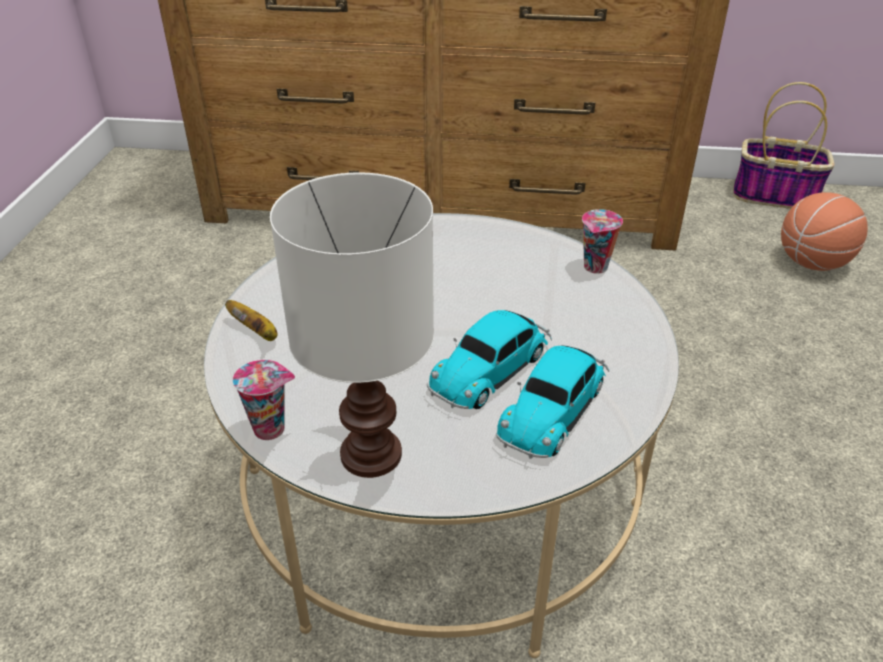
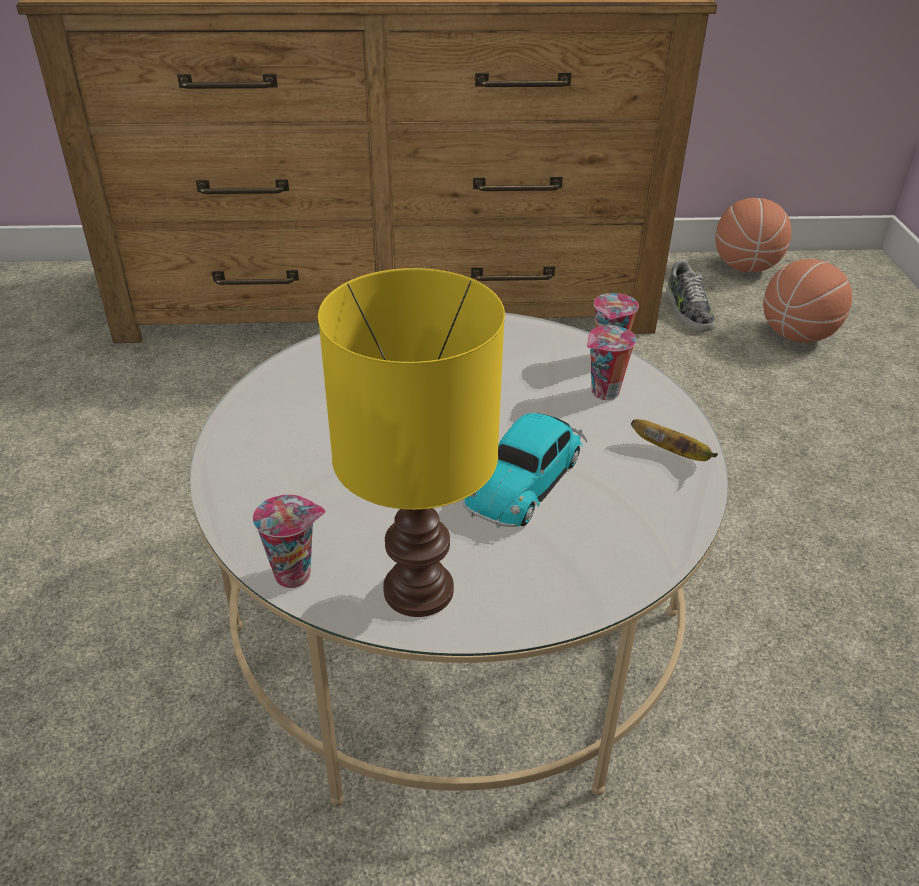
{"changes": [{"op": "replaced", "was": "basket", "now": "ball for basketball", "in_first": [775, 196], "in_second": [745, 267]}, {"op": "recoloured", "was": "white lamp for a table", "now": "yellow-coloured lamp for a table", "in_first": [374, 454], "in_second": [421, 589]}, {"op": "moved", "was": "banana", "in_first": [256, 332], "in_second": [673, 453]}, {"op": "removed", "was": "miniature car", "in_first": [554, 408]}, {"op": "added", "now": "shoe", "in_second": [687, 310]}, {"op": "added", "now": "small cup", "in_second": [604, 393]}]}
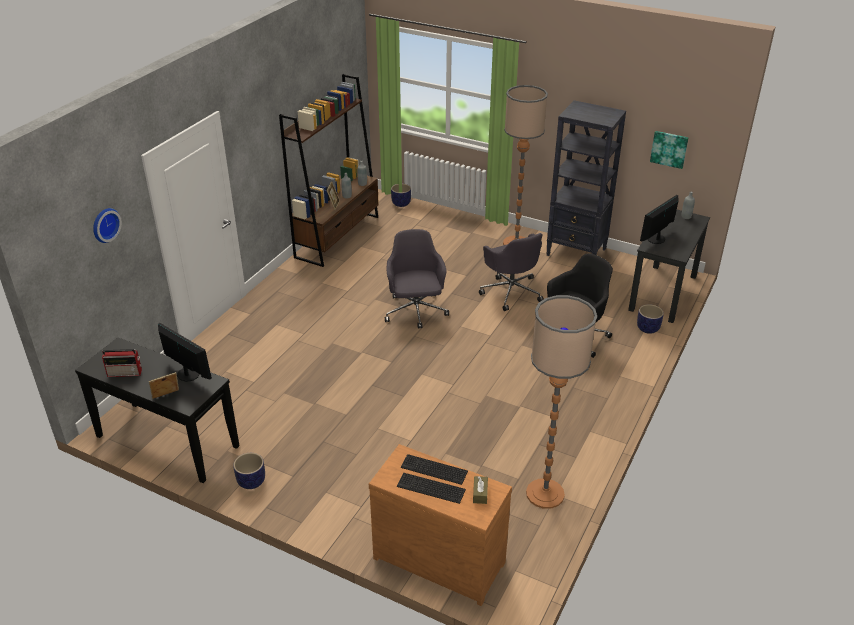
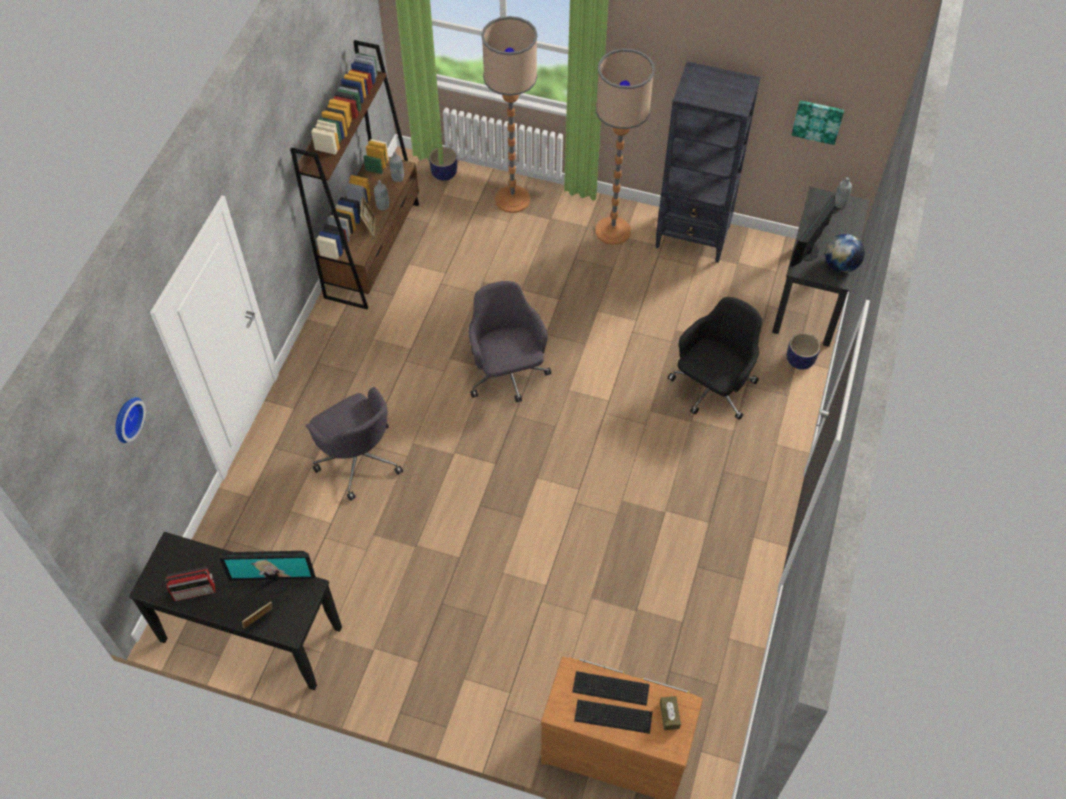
{"changes": [{"op": "moved", "was": "gray desk chair", "in_first": [511, 291], "in_second": [358, 458]}, {"op": "moved", "was": "floor lamp", "in_first": [544, 494], "in_second": [512, 199]}, {"op": "turned", "was": "computer display", "in_first": [187, 374], "in_second": [275, 581], "clockwise": 150}, {"op": "removed", "was": "planter", "in_first": [251, 482]}, {"op": "added", "now": "world globe", "in_second": [840, 265]}]}
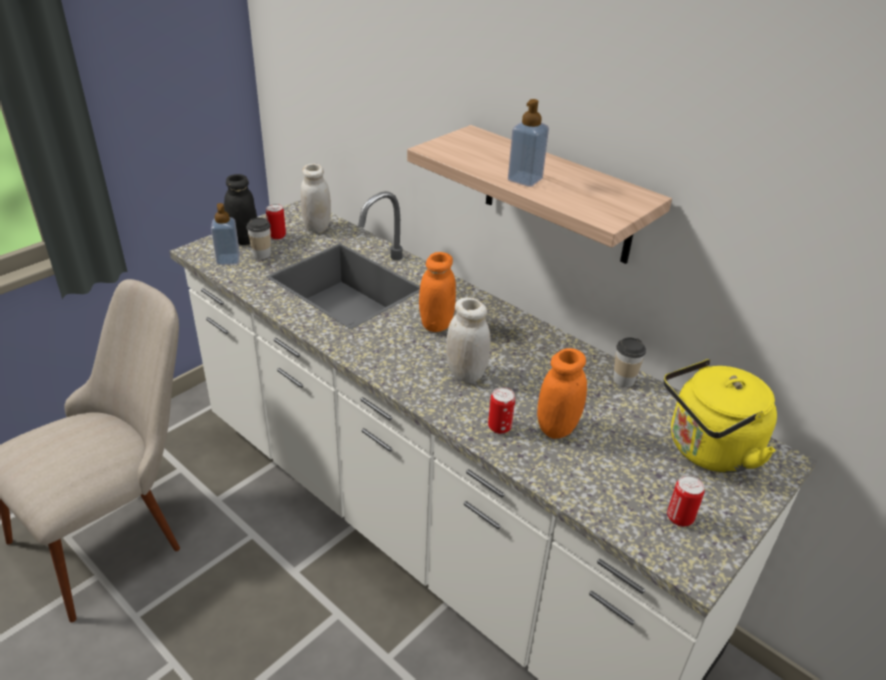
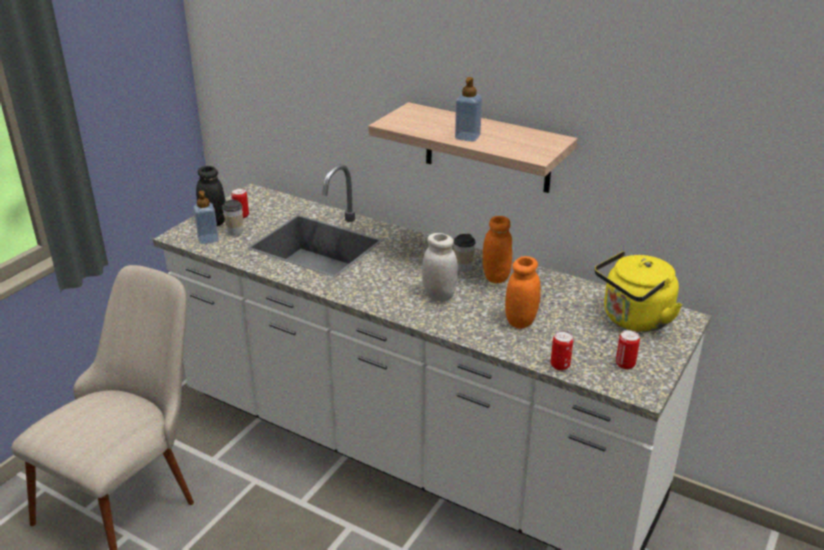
{"changes": [{"op": "removed", "was": "white preserve jar", "in_first": [317, 227]}, {"op": "moved", "was": "orange-coloured preserve jar", "in_first": [436, 324], "in_second": [496, 277]}, {"op": "moved", "was": "small cup", "in_first": [623, 380], "in_second": [463, 268]}, {"op": "moved", "was": "metal can", "in_first": [499, 427], "in_second": [560, 365]}]}
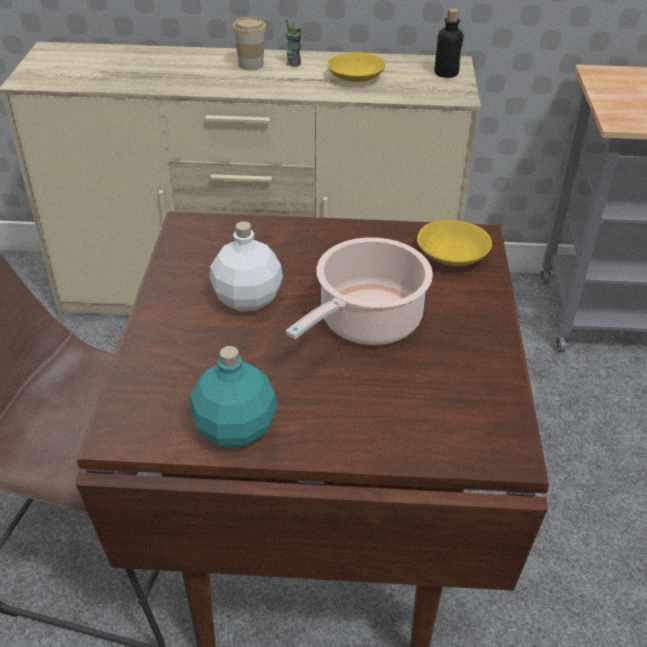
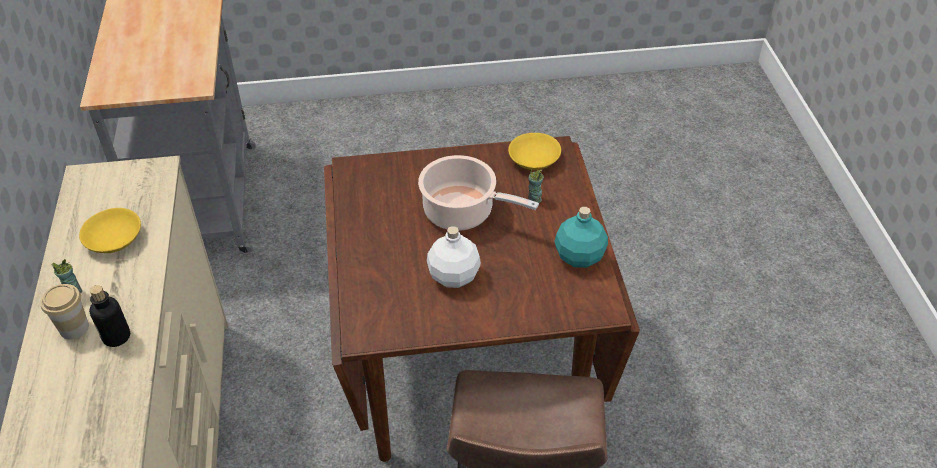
{"changes": [{"op": "moved", "was": "drink bottle", "in_first": [446, 73], "in_second": [116, 337]}, {"op": "moved", "was": "yellow-coloured deep dish", "in_first": [451, 255], "in_second": [533, 160]}, {"op": "added", "now": "small cup", "in_second": [534, 199]}]}
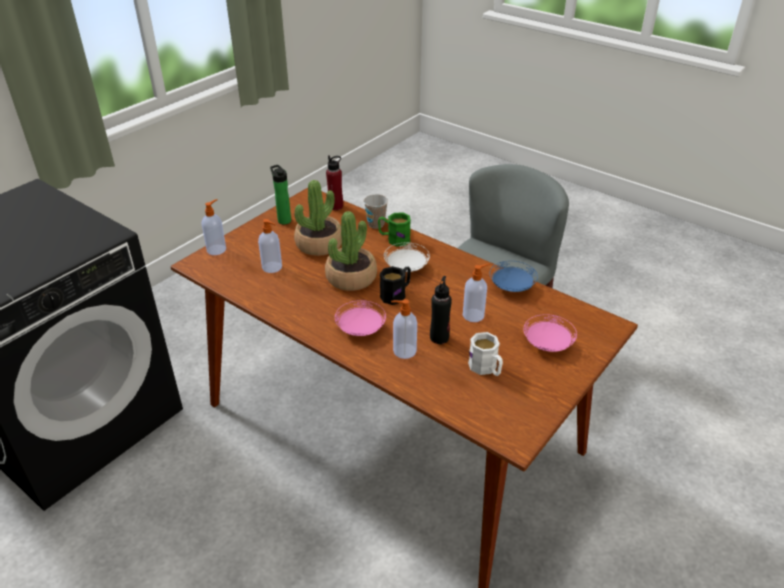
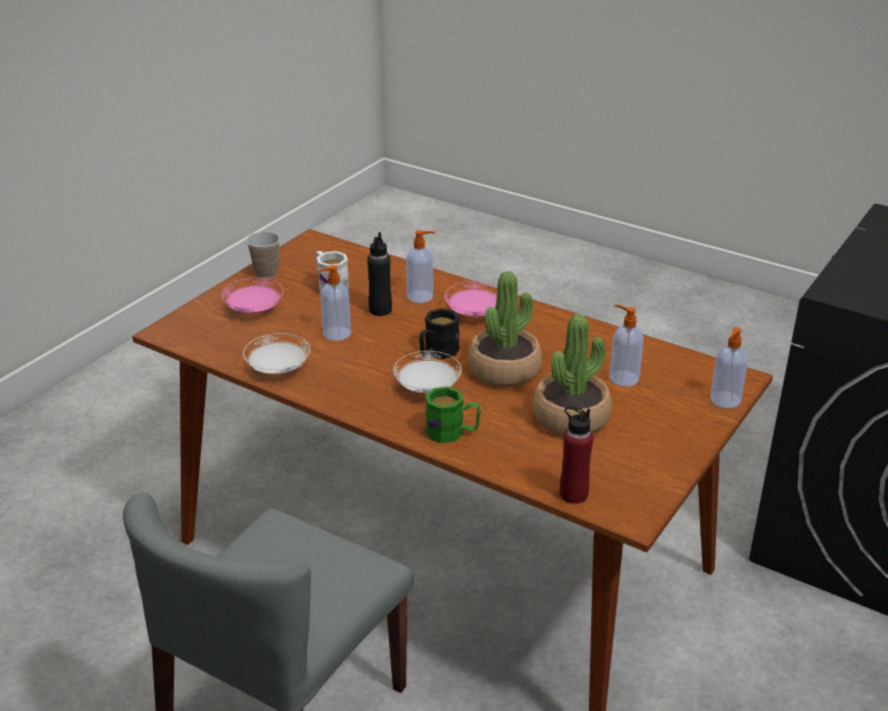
{"changes": [{"op": "removed", "was": "drink bottle", "in_first": [283, 220]}, {"op": "moved", "was": "small cup", "in_first": [376, 224], "in_second": [266, 273]}, {"op": "recoloured", "was": "blue-coloured dinner plate", "now": "white dinner plate", "in_first": [512, 287], "in_second": [277, 369]}]}
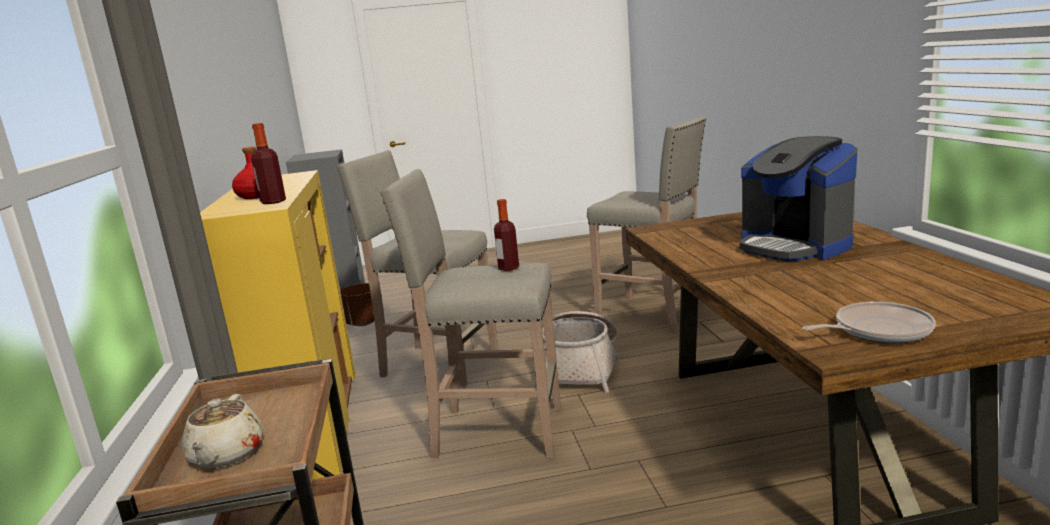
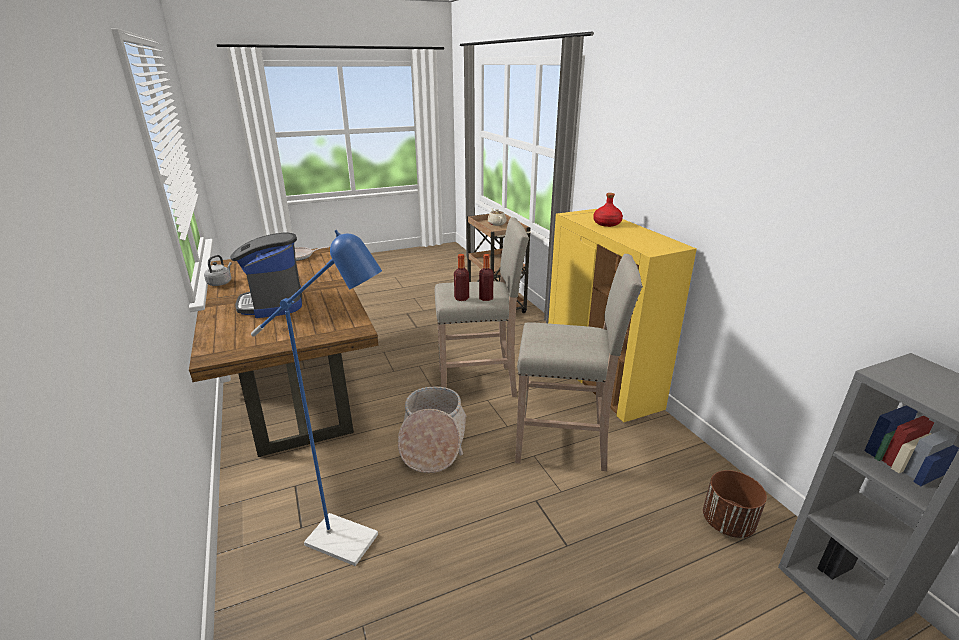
{"changes": [{"op": "replaced", "was": "beige sitting stool", "now": "blue-coloured floor lamp", "in_first": [652, 315], "in_second": [352, 544]}, {"op": "moved", "was": "drink bottle", "in_first": [273, 202], "in_second": [486, 298]}, {"op": "turned", "was": "coffee machine", "in_first": [794, 246], "in_second": [273, 303], "clockwise": -150}, {"op": "added", "now": "gray tea kettle", "in_second": [220, 283]}]}
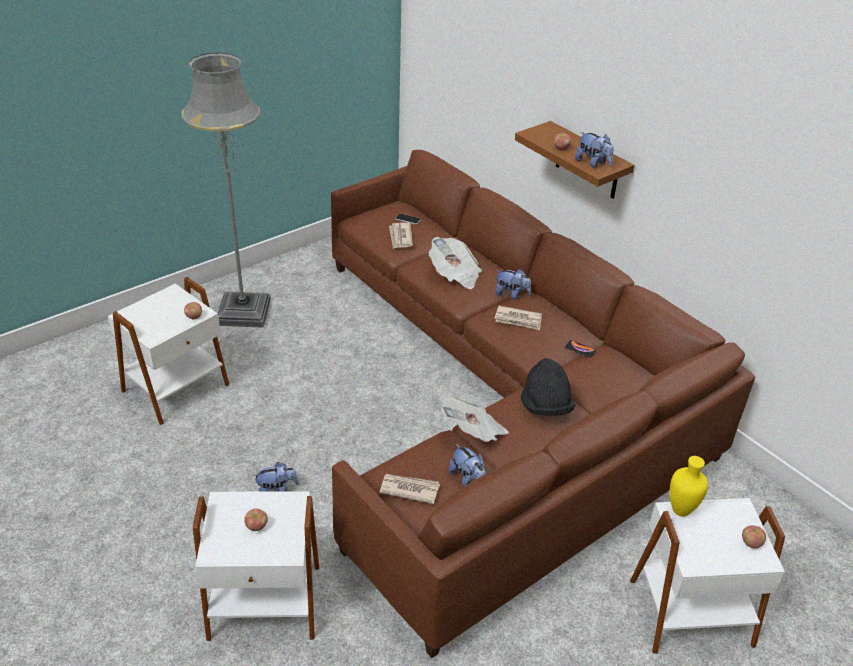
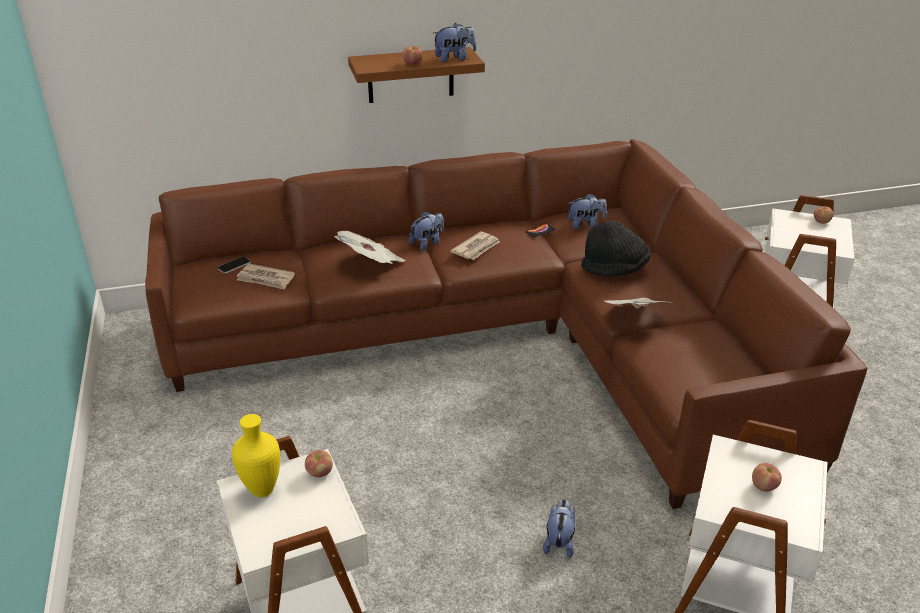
{"changes": [{"op": "removed", "was": "gray floor lamp", "in_first": [243, 312]}, {"op": "moved", "was": "soft toy", "in_first": [468, 480], "in_second": [585, 224]}, {"op": "moved", "was": "yellow-coloured flower vase", "in_first": [680, 509], "in_second": [261, 490]}, {"op": "removed", "was": "daily paper", "in_first": [409, 489]}]}
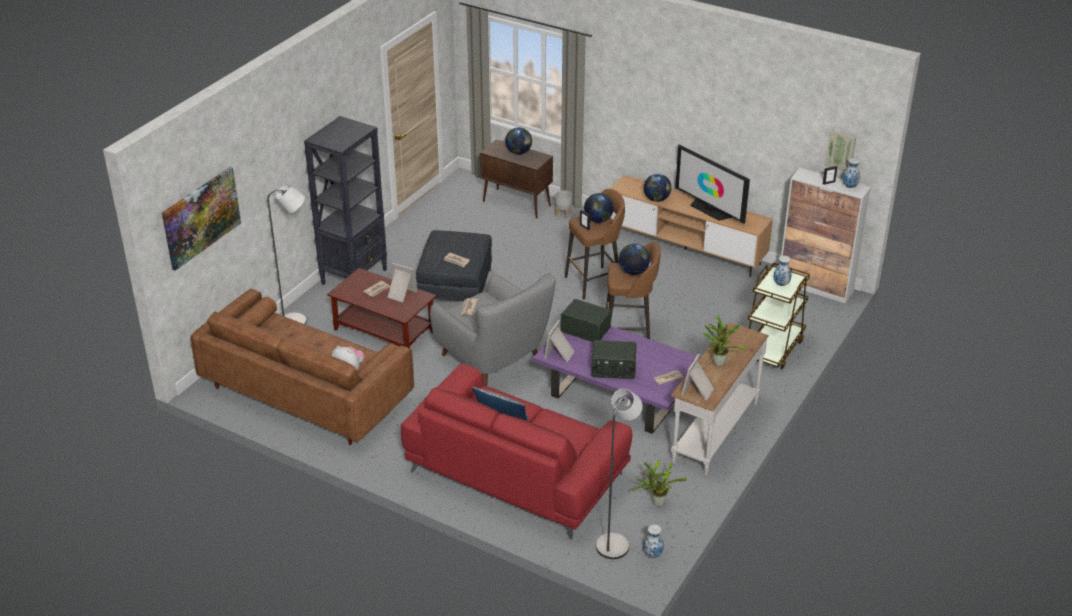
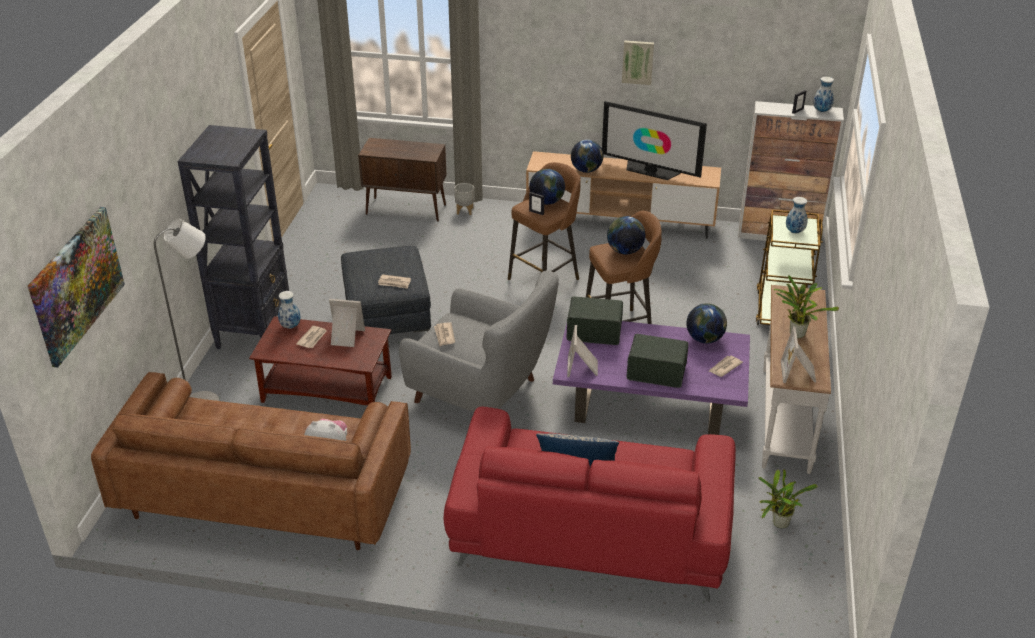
{"changes": [{"op": "moved", "was": "world globe", "in_first": [519, 152], "in_second": [705, 339]}, {"op": "moved", "was": "wall art", "in_first": [841, 150], "in_second": [637, 62]}, {"op": "turned", "was": "radio", "in_first": [613, 369], "in_second": [656, 371], "clockwise": -150}, {"op": "removed", "was": "gray floor lamp", "in_first": [615, 542]}, {"op": "moved", "was": "flower vase", "in_first": [653, 555], "in_second": [291, 326]}]}
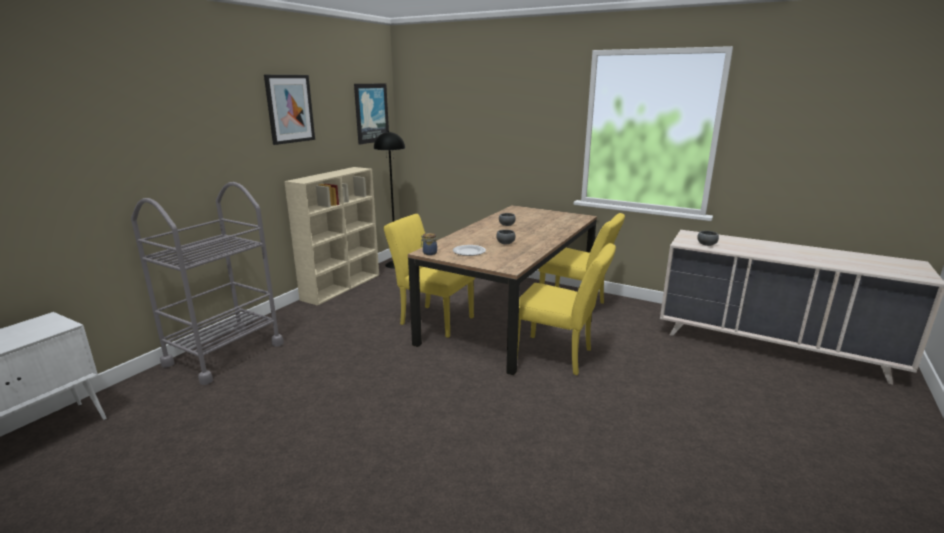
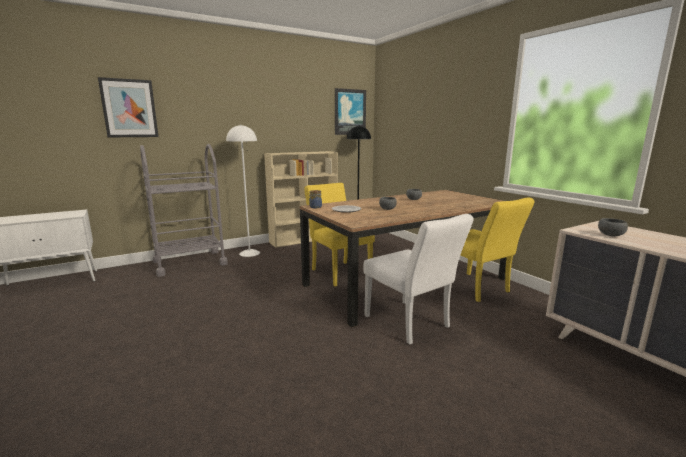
{"changes": [{"op": "moved", "was": "wall art", "in_first": [289, 109], "in_second": [129, 108]}, {"op": "recoloured", "was": "yellow-coloured chair", "now": "white chair", "in_first": [559, 356], "in_second": [411, 324]}, {"op": "added", "now": "white floor lamp", "in_second": [249, 253]}]}
